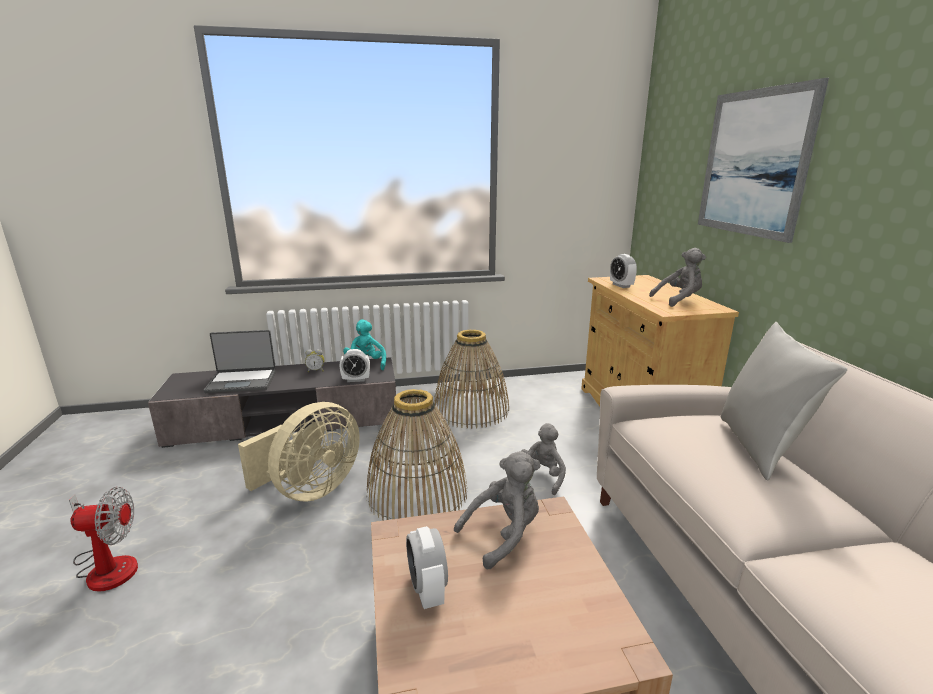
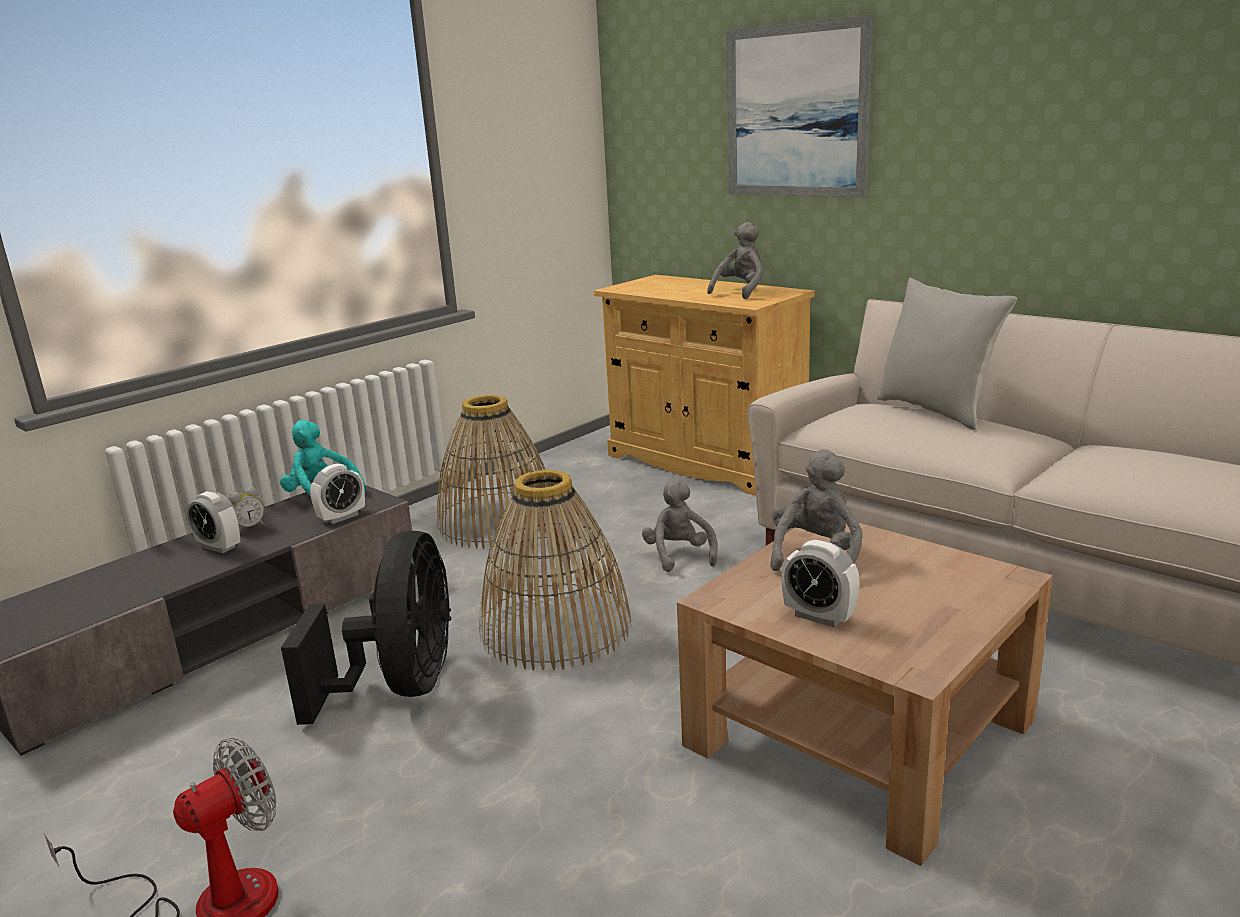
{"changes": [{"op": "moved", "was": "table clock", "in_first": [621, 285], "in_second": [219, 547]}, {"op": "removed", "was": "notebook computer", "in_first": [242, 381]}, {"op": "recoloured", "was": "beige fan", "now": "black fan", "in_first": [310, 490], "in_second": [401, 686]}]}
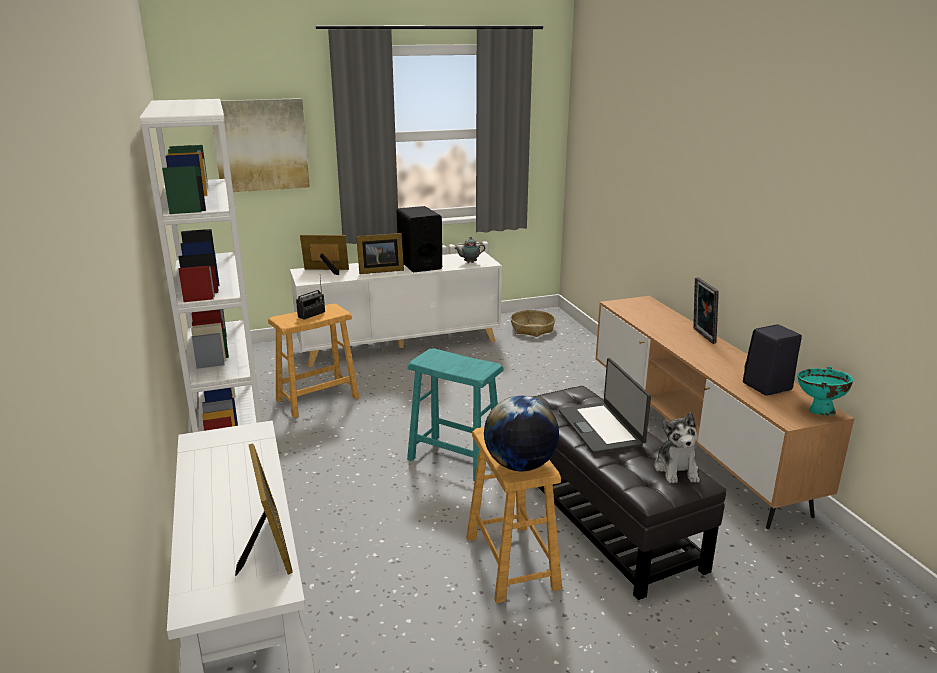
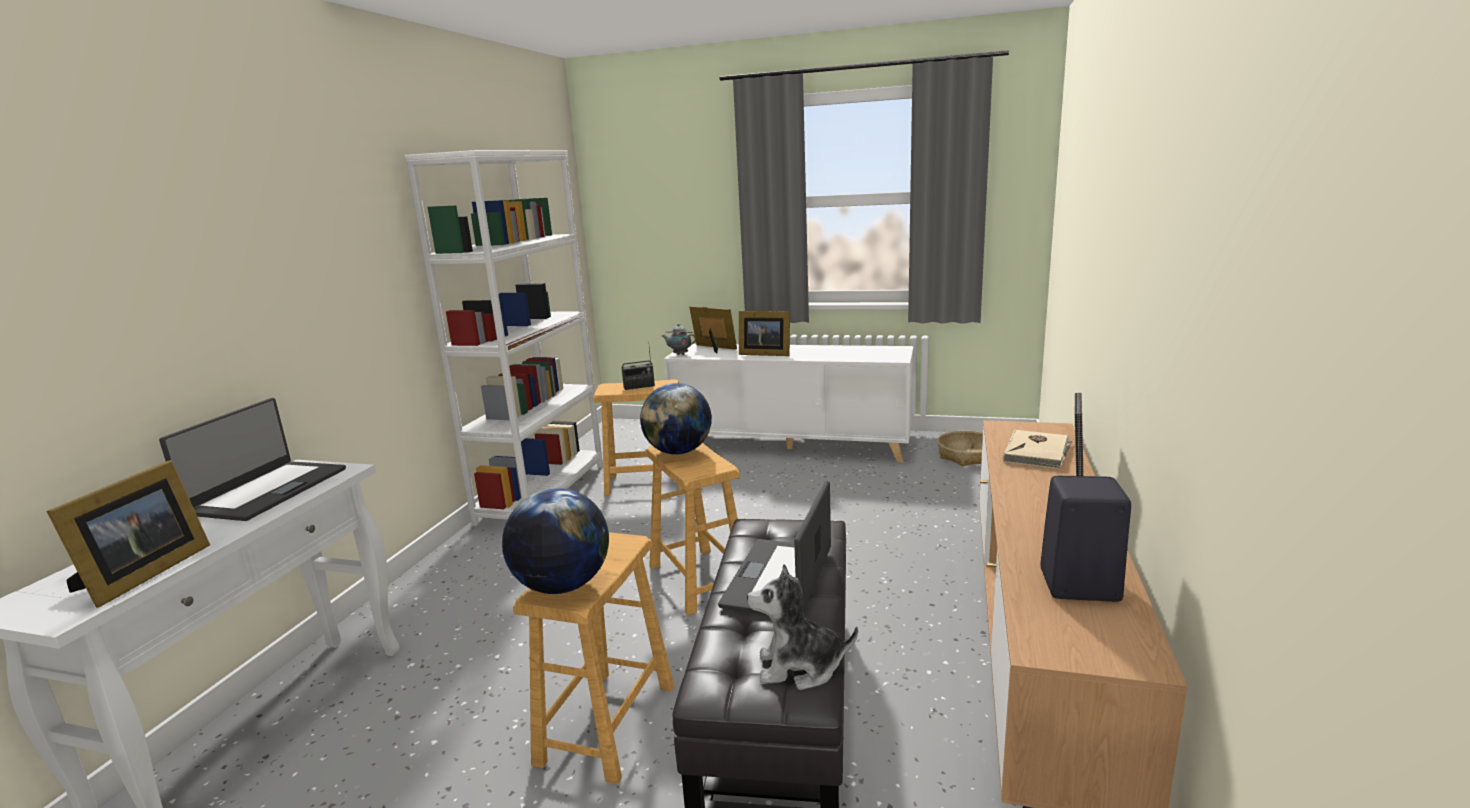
{"changes": [{"op": "removed", "was": "wall art", "in_first": [261, 145]}, {"op": "removed", "was": "black speaker", "in_first": [419, 264]}, {"op": "moved", "was": "pot for tea", "in_first": [469, 262], "in_second": [679, 354]}, {"op": "recoloured", "was": "turquoise-coloured sitting stool", "now": "brown-coloured sitting stool", "in_first": [455, 458], "in_second": [698, 580]}, {"op": "removed", "was": "turquoise-coloured deep dish", "in_first": [818, 411]}, {"op": "turned", "was": "soft toy", "in_first": [676, 469], "in_second": [799, 667], "clockwise": 60}, {"op": "added", "now": "world globe", "in_second": [679, 451]}, {"op": "added", "now": "notebook computer", "in_second": [267, 491]}, {"op": "added", "now": "beige bound book", "in_second": [1037, 452]}]}
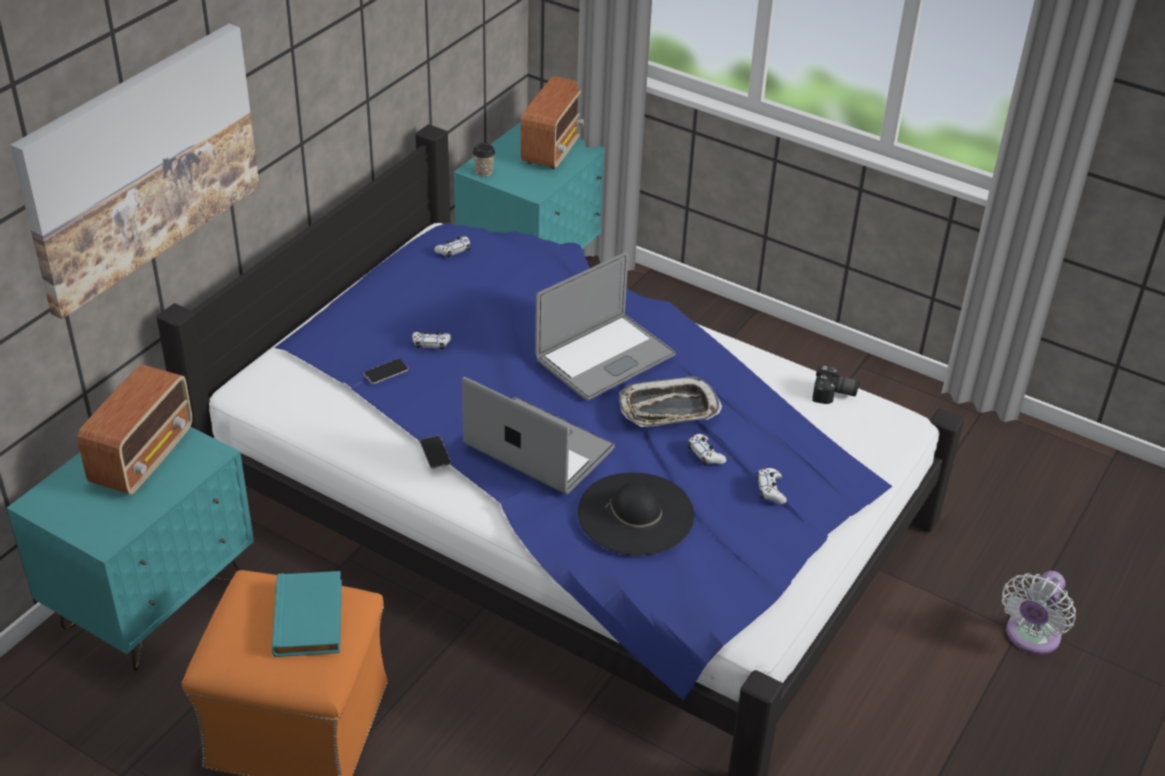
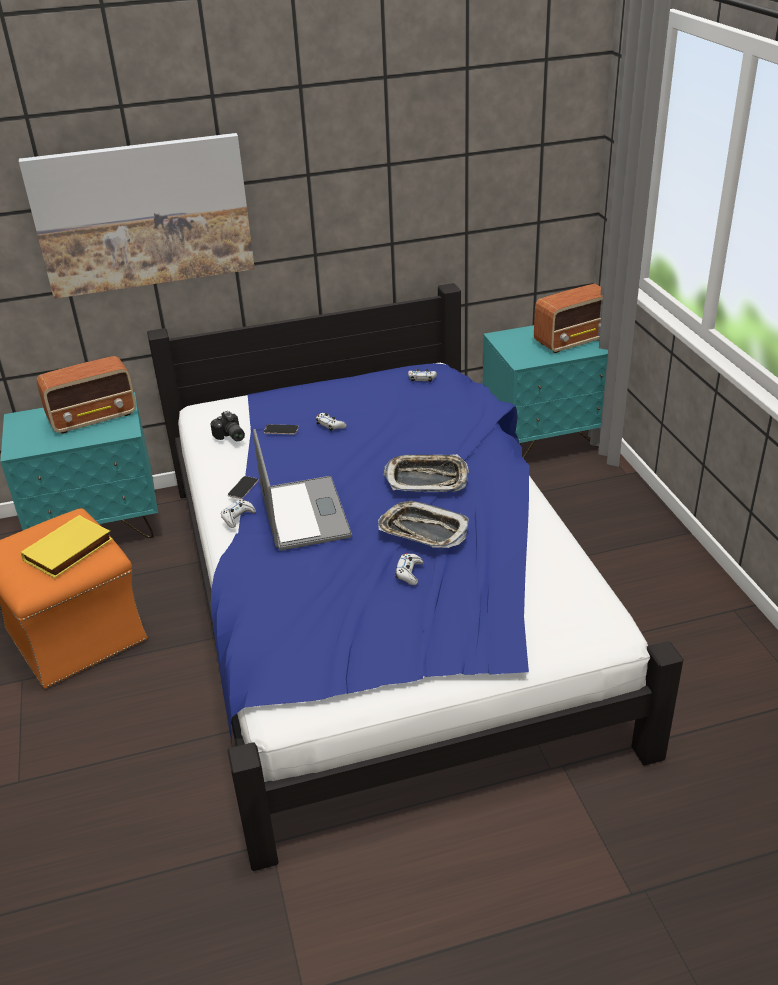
{"changes": [{"op": "removed", "was": "small cup", "in_first": [484, 172]}, {"op": "replaced", "was": "notebook computer", "now": "serving tray", "in_first": [605, 357], "in_second": [426, 478]}, {"op": "moved", "was": "still camera", "in_first": [834, 395], "in_second": [230, 436]}, {"op": "moved", "was": "white gamepad", "in_first": [770, 490], "in_second": [237, 517]}, {"op": "removed", "was": "black clothing hat", "in_first": [636, 514]}, {"op": "recoloured", "was": "turquoise-coloured bound book", "now": "yellow-coloured bound book", "in_first": [311, 618], "in_second": [69, 551]}, {"op": "removed", "was": "white fan", "in_first": [1030, 637]}]}
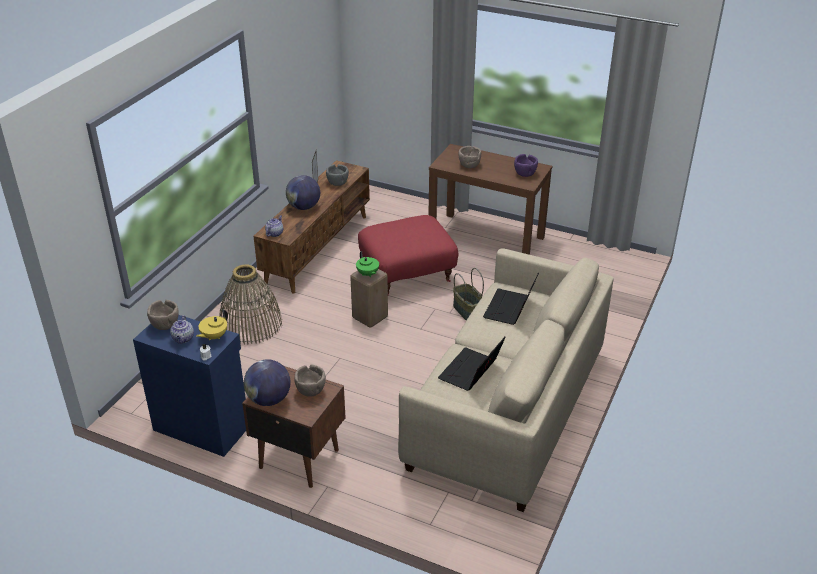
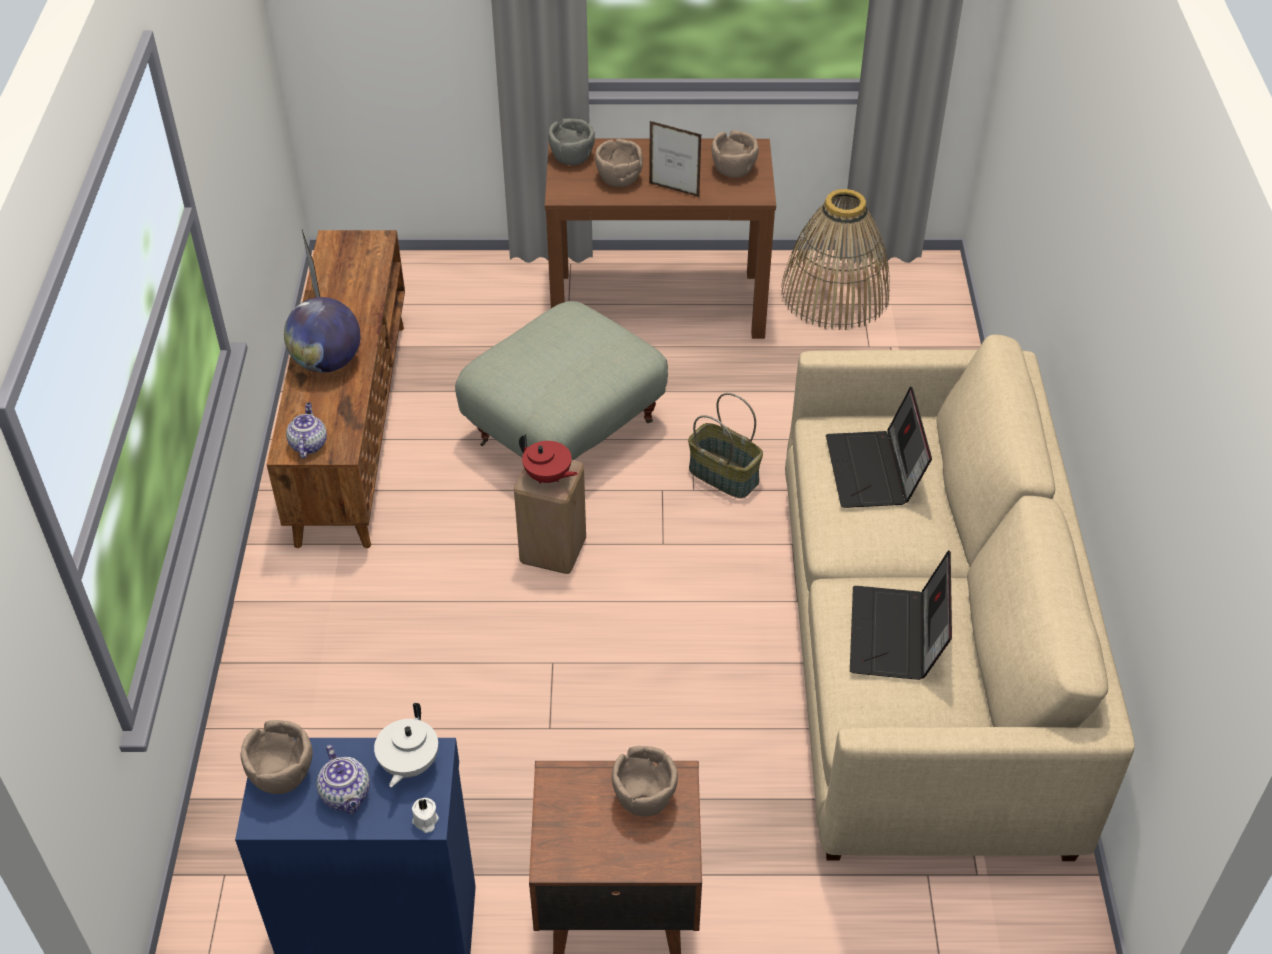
{"changes": [{"op": "recoloured", "was": "purple-coloured deep dish", "now": "brown-coloured deep dish", "in_first": [525, 174], "in_second": [733, 171]}, {"op": "moved", "was": "gray deep dish", "in_first": [337, 183], "in_second": [572, 158]}, {"op": "recoloured", "was": "red-coloured ottoman", "now": "gray ottoman", "in_first": [407, 274], "in_second": [564, 431]}, {"op": "recoloured", "was": "green-coloured pot for tea", "now": "red-coloured pot for tea", "in_first": [367, 274], "in_second": [548, 476]}, {"op": "moved", "was": "basket", "in_first": [251, 324], "in_second": [835, 294]}, {"op": "recoloured", "was": "yellow-coloured pot for tea", "now": "white pot for tea", "in_first": [214, 336], "in_second": [408, 764]}, {"op": "removed", "was": "world globe", "in_first": [269, 399]}, {"op": "added", "now": "photo frame", "in_second": [674, 190]}]}
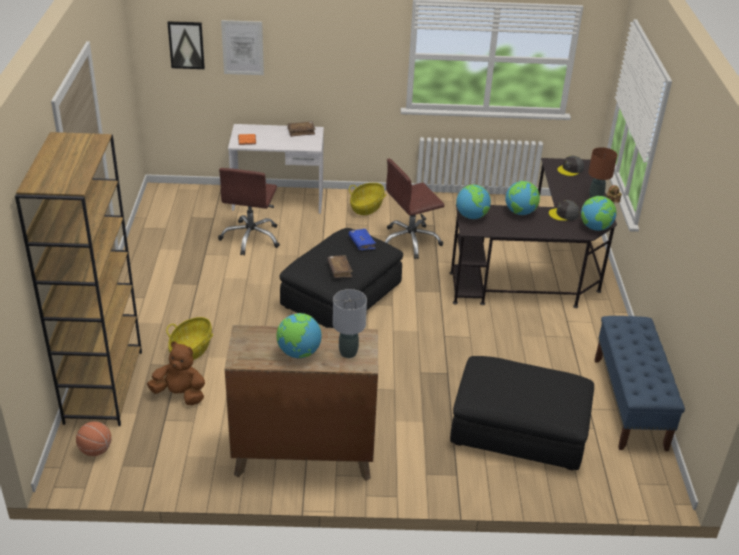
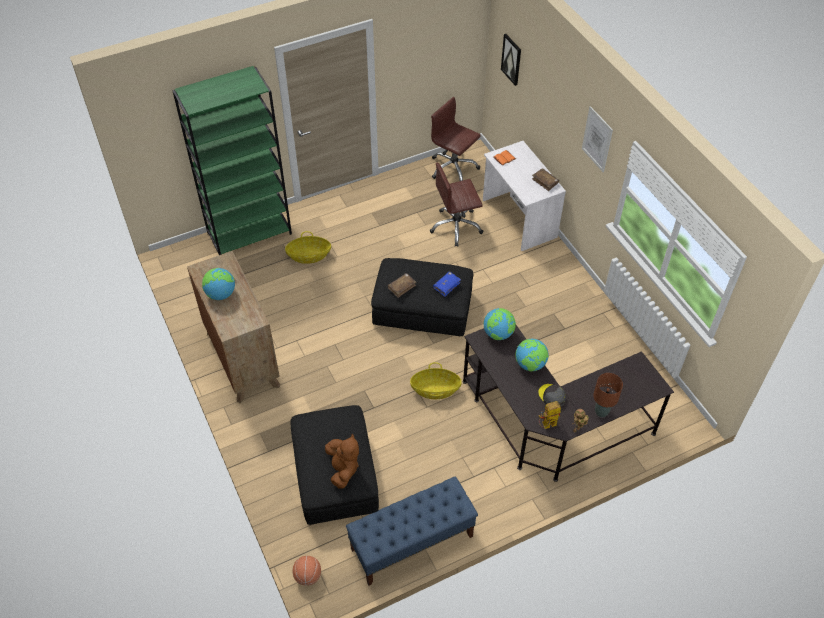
{"changes": [{"op": "moved", "was": "wall art", "in_first": [242, 47], "in_second": [597, 139]}, {"op": "recoloured", "was": "brown-coloured bookshelf", "now": "green-coloured bookshelf", "in_first": [103, 386], "in_second": [250, 233]}, {"op": "removed", "was": "gray cap", "in_first": [570, 169]}, {"op": "moved", "was": "brown-coloured desk chair", "in_first": [410, 241], "in_second": [453, 168]}, {"op": "moved", "was": "basket", "in_first": [366, 207], "in_second": [435, 390]}, {"op": "replaced", "was": "world globe", "now": "model robot", "in_first": [595, 228], "in_second": [546, 426]}, {"op": "removed", "was": "gray lamp for a table", "in_first": [348, 352]}, {"op": "moved", "was": "brown-coloured soft toy", "in_first": [180, 394], "in_second": [343, 469]}, {"op": "moved", "was": "ball for basketball", "in_first": [96, 450], "in_second": [308, 576]}]}
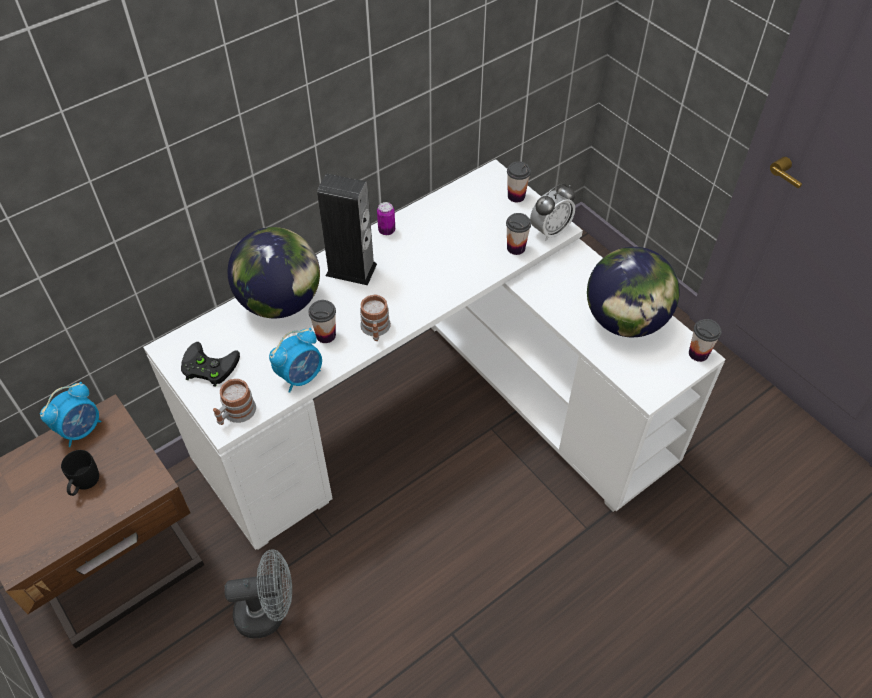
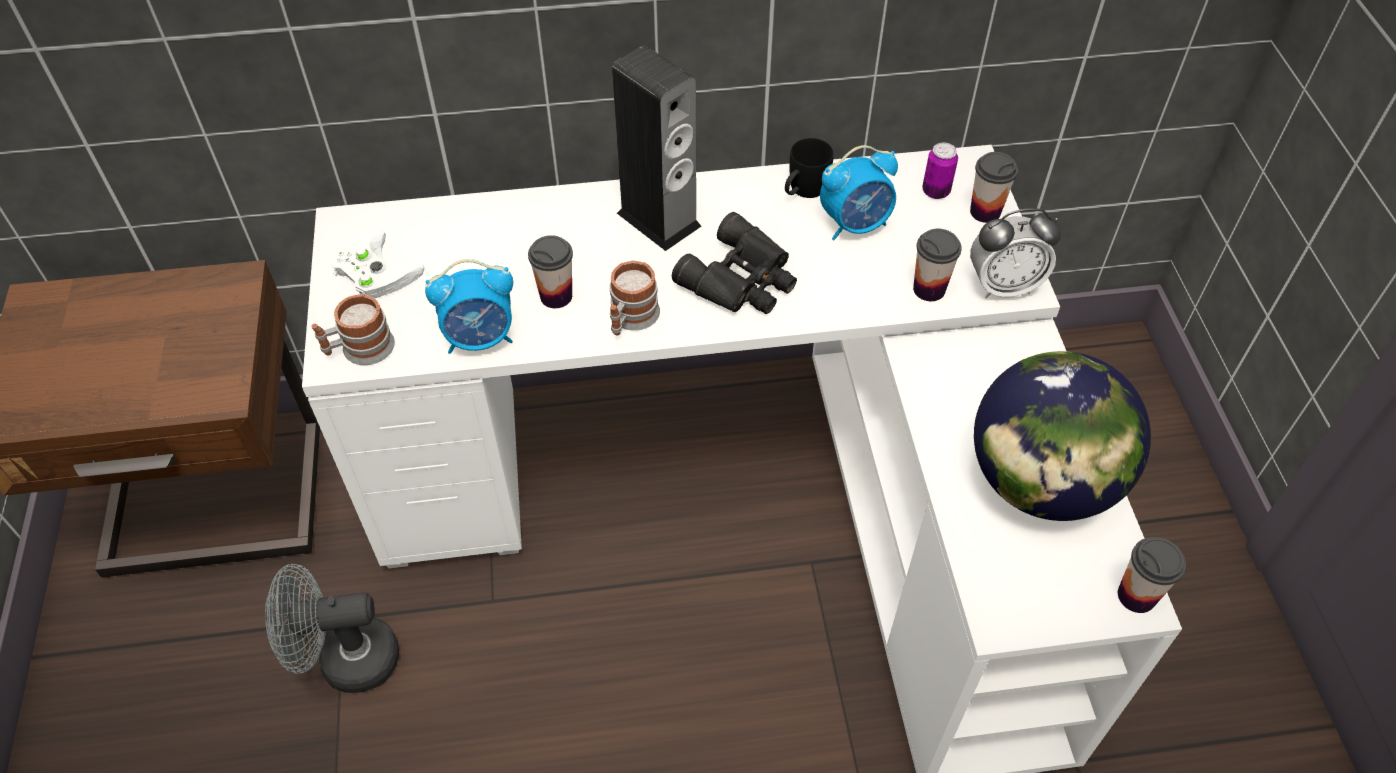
{"changes": [{"op": "moved", "was": "metal can", "in_first": [386, 230], "in_second": [935, 191]}, {"op": "removed", "was": "world globe", "in_first": [281, 302]}, {"op": "recoloured", "was": "black gamepad", "now": "white gamepad", "in_first": [207, 367], "in_second": [371, 270]}, {"op": "moved", "was": "table clock", "in_first": [81, 429], "in_second": [855, 224]}, {"op": "moved", "was": "black tea mug", "in_first": [84, 484], "in_second": [803, 190]}, {"op": "turned", "was": "gray fan", "in_first": [268, 612], "in_second": [346, 660], "clockwise": 150}, {"op": "added", "now": "black field glasses", "in_second": [742, 280]}]}
